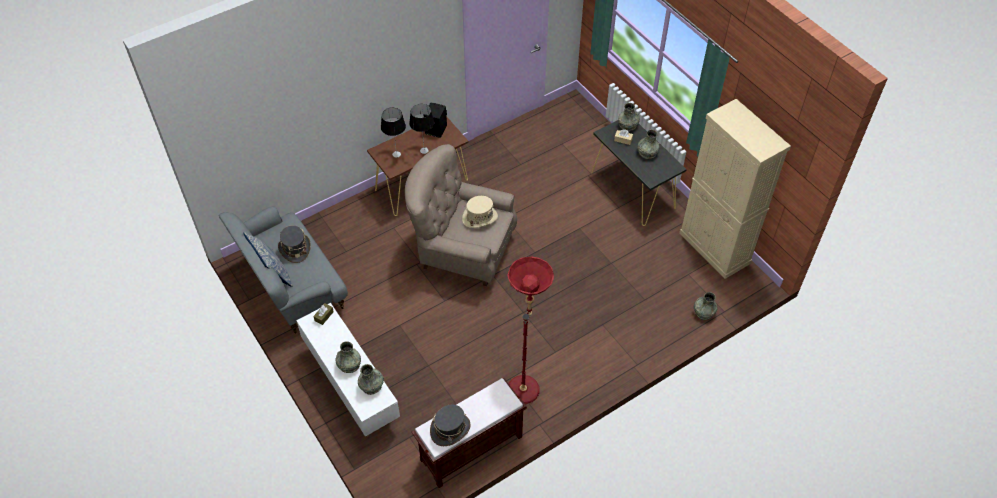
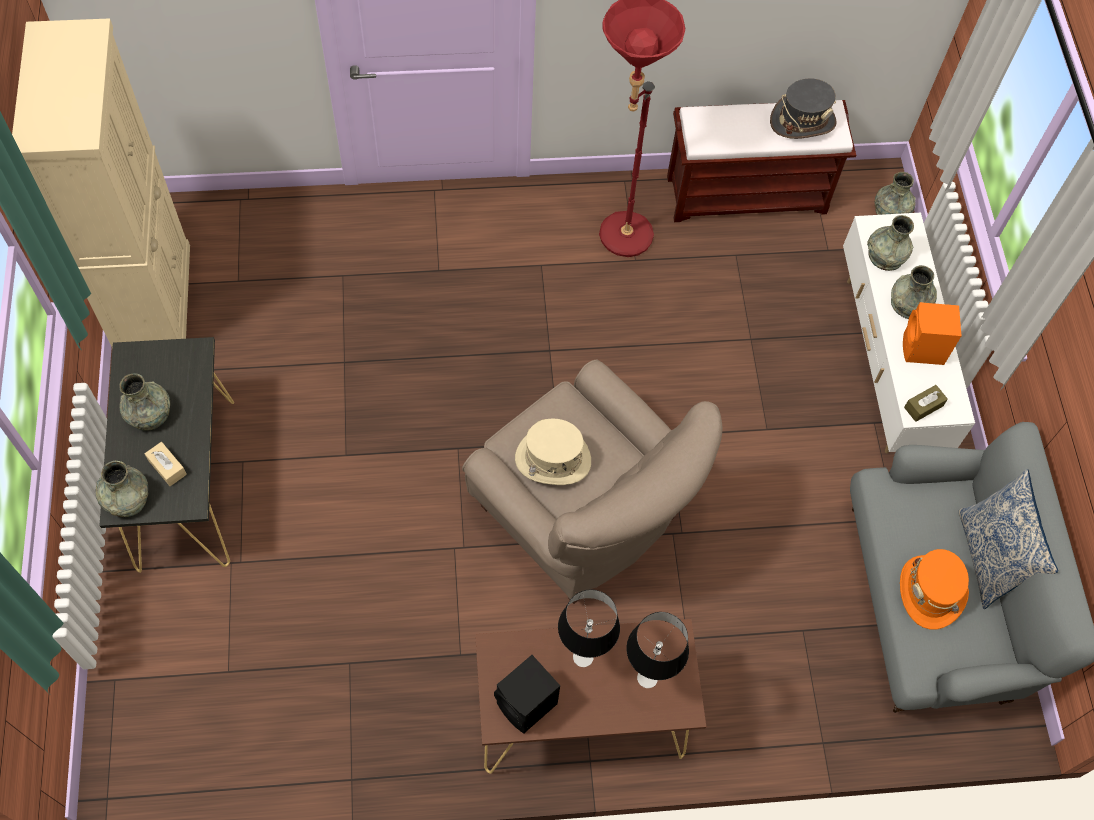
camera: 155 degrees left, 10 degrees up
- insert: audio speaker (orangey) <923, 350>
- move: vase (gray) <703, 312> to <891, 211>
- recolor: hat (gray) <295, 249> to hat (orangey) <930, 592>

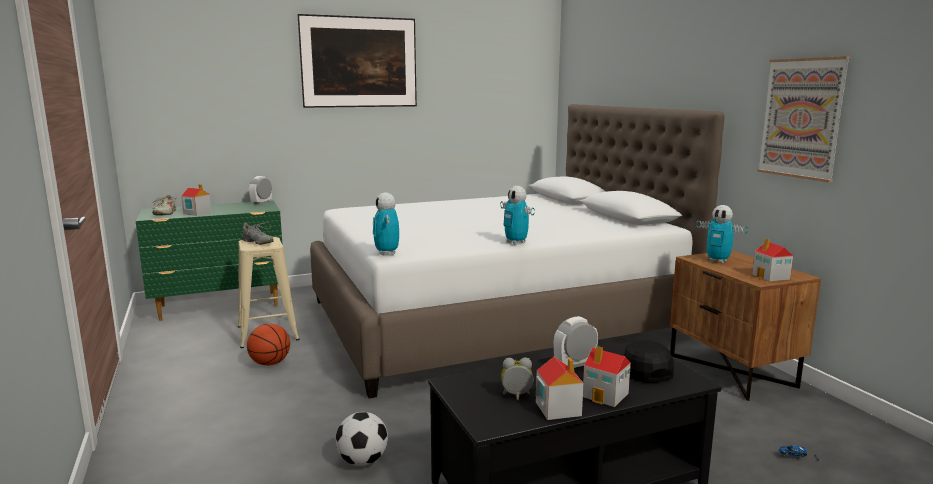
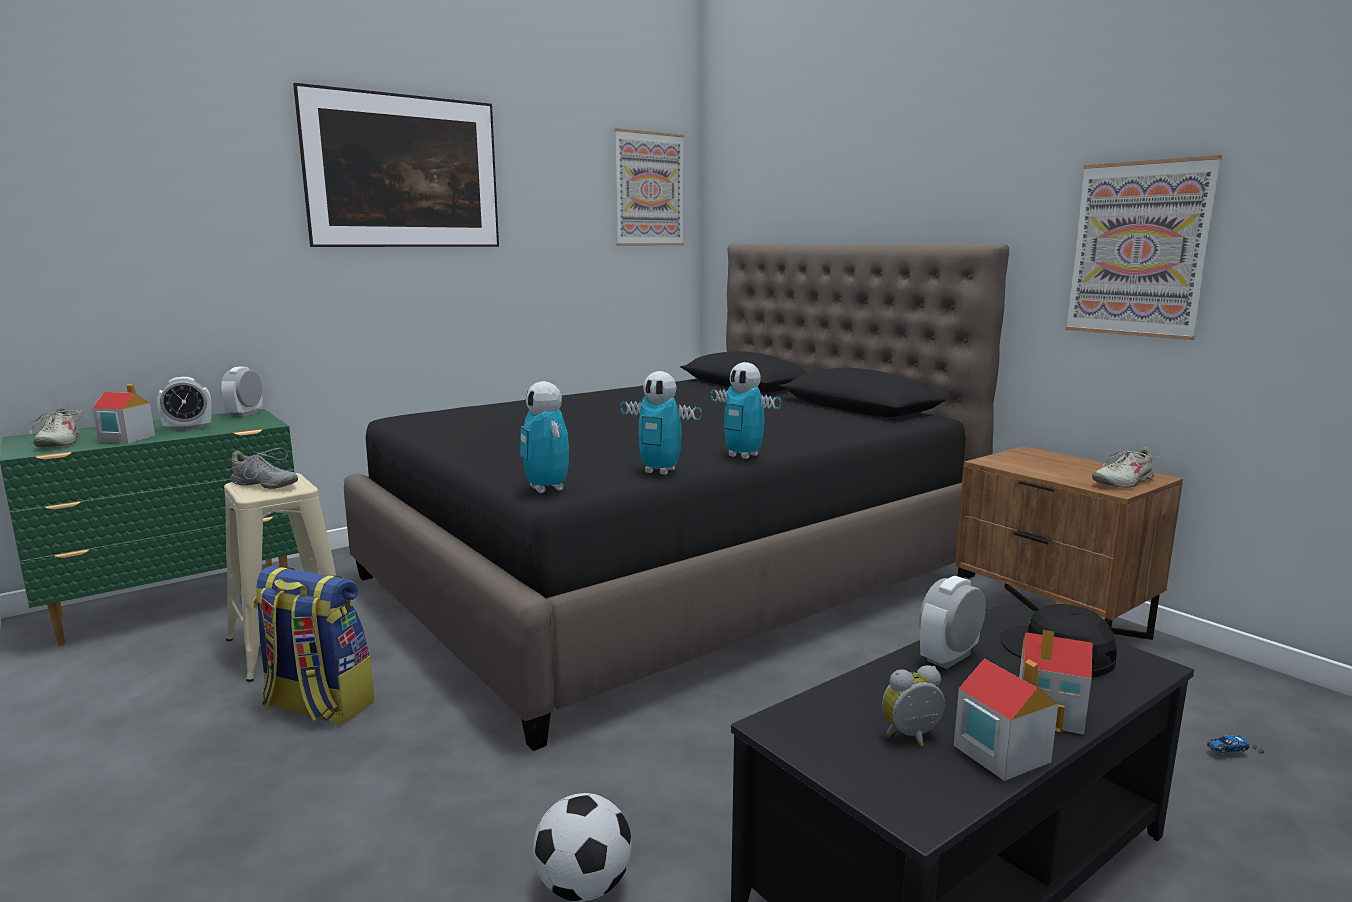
camera: 15 degrees left, 0 degrees up
- insert: bedside clock <188, 428>
- insert: wall art <649, 189>
- move: model robot <717, 261> to <660, 471>
- replace: basketball ball <270, 363> to backpack <317, 706>
- replace: miniature house <771, 277> to low shoe (beige) <1122, 482>
- recolor: bedroom bed (white) <495, 318> to bedroom bed (black) <668, 576>

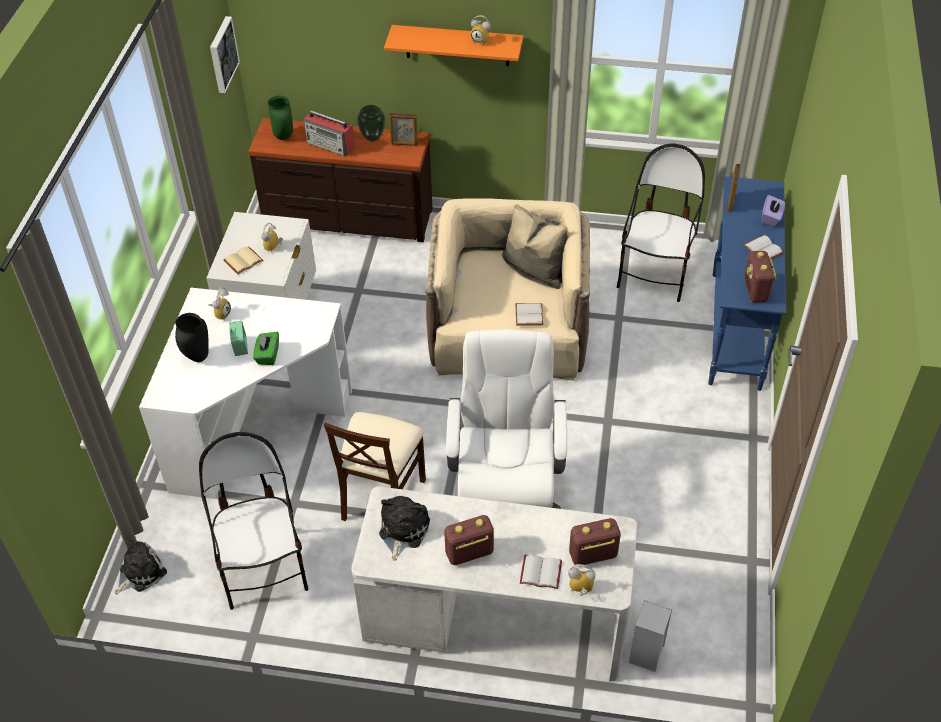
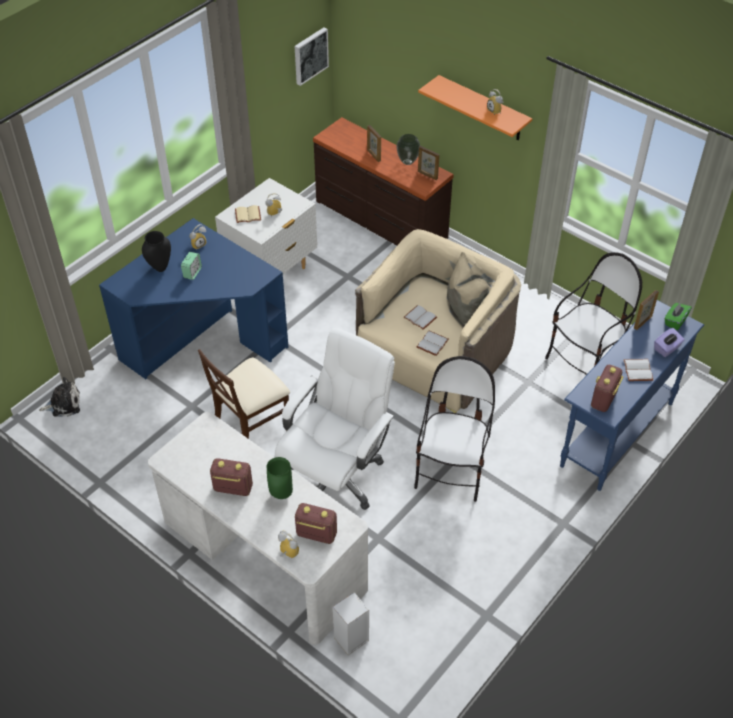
camera: 30 degrees right, 0 degrees up
- delete: plush toy <402, 530>
- move: plain chair <263, 567> to <452, 470>
- move: tissue holder (greenish) <267, 355> to <675, 321>
- move: vase (greenish) <284, 136> to <282, 495>
- move: book (white) <541, 571> to <421, 317>
- replace: radio <331, 145> to standing frame <373, 155>
- recolor: desk unit (white) <254, 430> to desk unit (blue-coloured) <203, 344>

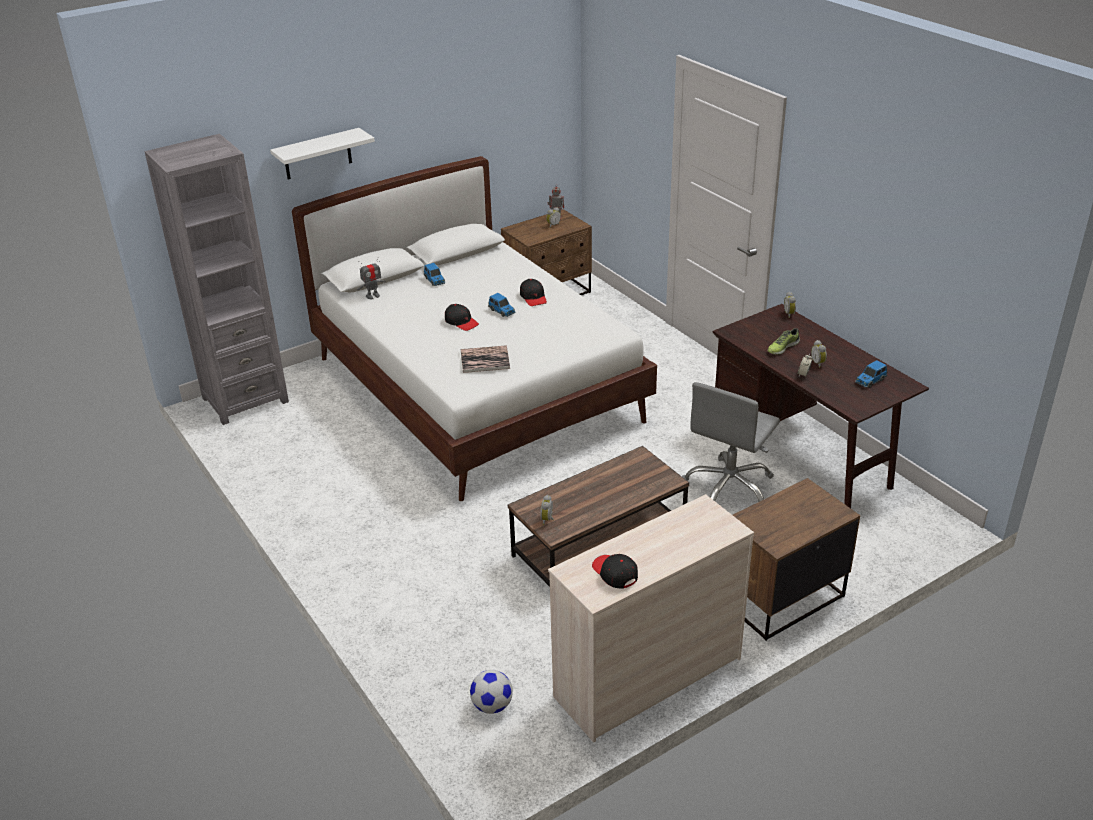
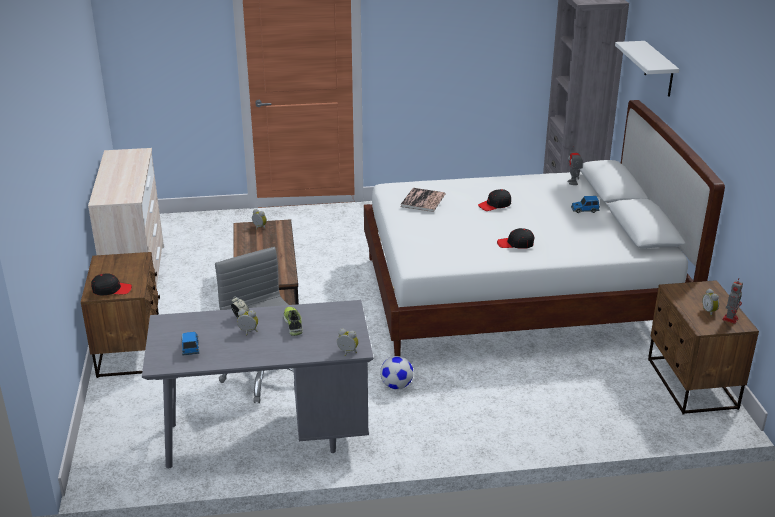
camera: 115 degrees right, 5 degrees down
- delete: miniature car <502, 311>
- move: football <492, 706> to <396, 386>
- move: cap (black) <614, 573> to <111, 290>
- recolor: desk unit (brown) <804, 454> to desk unit (gray) <265, 437>

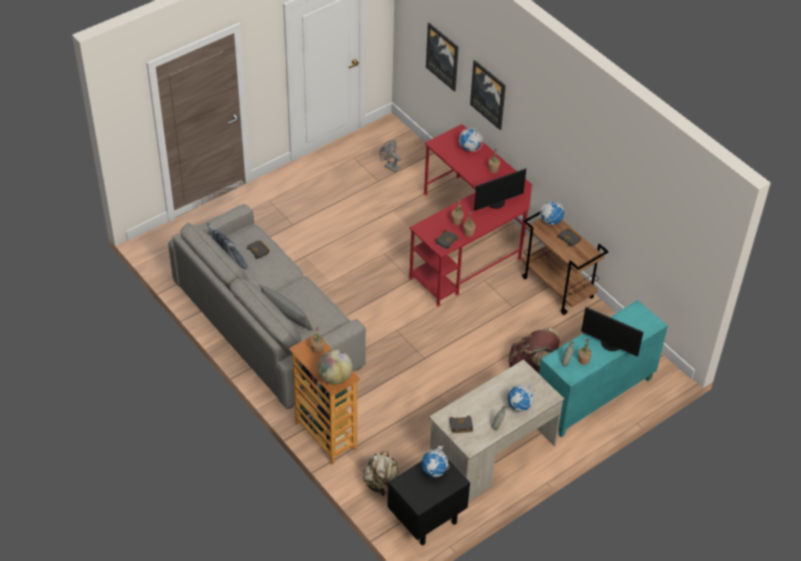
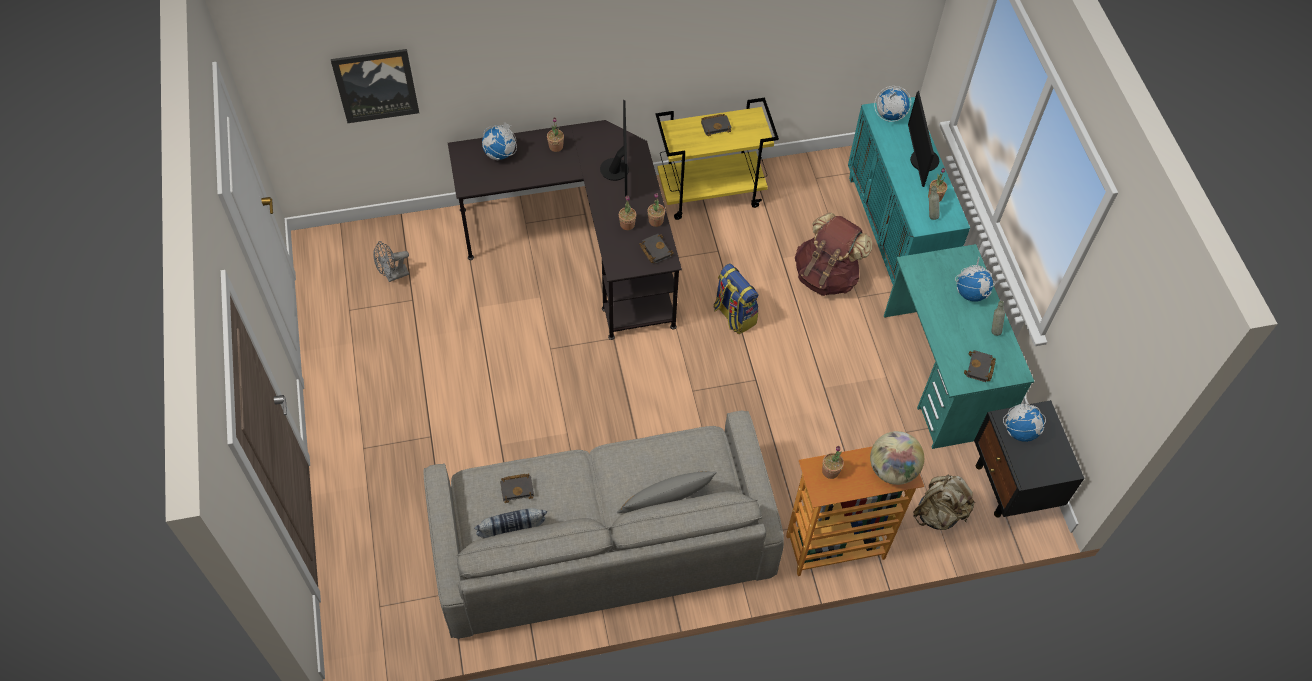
camera: 65 degrees left, 10 degrees up
- delete: wall art <488, 94>
- insert: backpack <733, 315>
- move: globe <550, 221> to <889, 115>
- recolor: desk unit (red-coloured) <469, 240> to desk unit (black) <582, 246>
- recolor: desk unit (beige) <492, 456> to desk unit (turquoise) <941, 374>
- recolor: cart (brown) <558, 288> to cart (yellow-coloured) <711, 192>
- rotate: computer display <610, 344> = <921, 160> 120 degrees clockwise

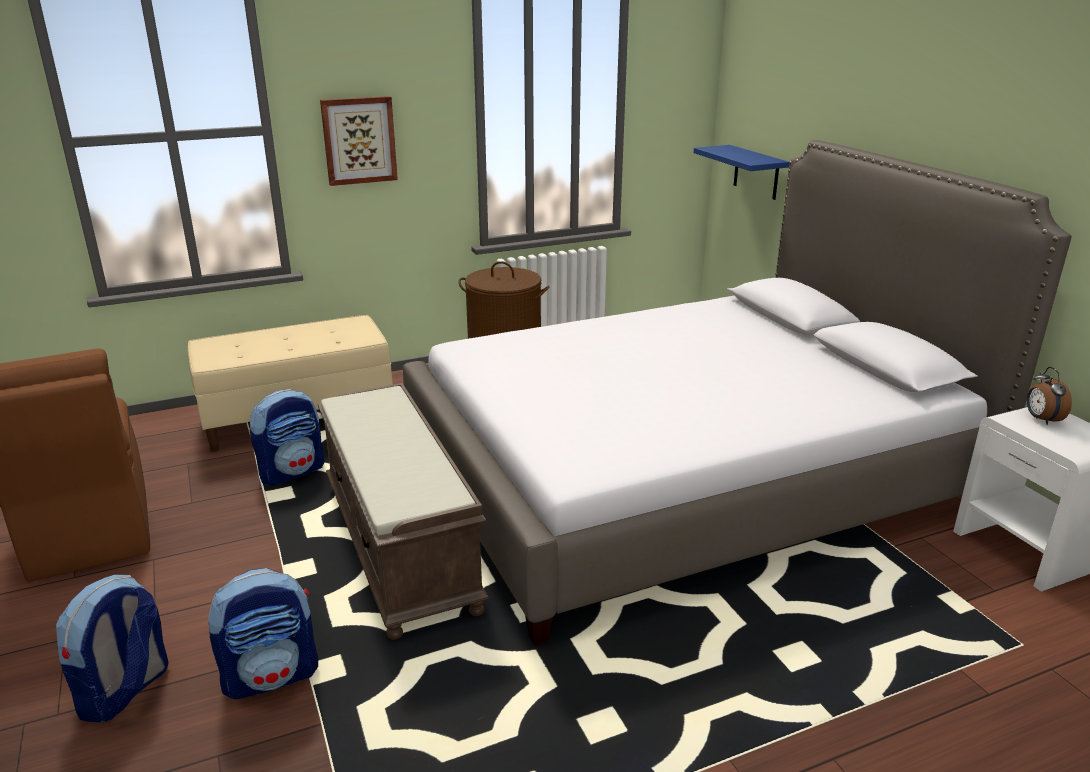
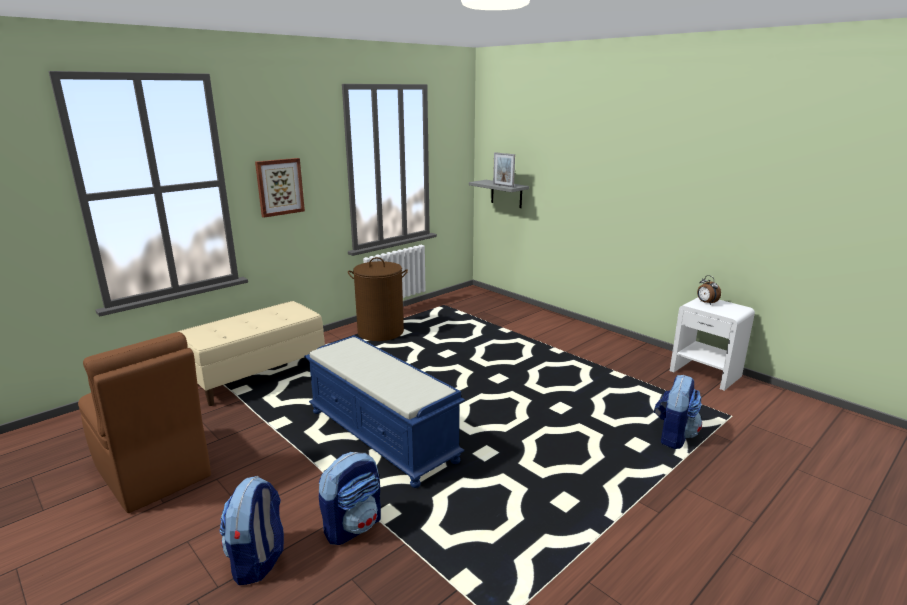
camera: 20 degrees left, 5 degrees down
- delete: bedroom bed <685, 474>
- insert: standing frame <503, 185>
- move: backpack <292, 472> to <673, 436>
- recolor: bench (brown) <402, 545> to bench (blue-coloured) <383, 435>
- recolor: bracket shelf (blue-coloured) <756, 172> to bracket shelf (gray) <506, 194>

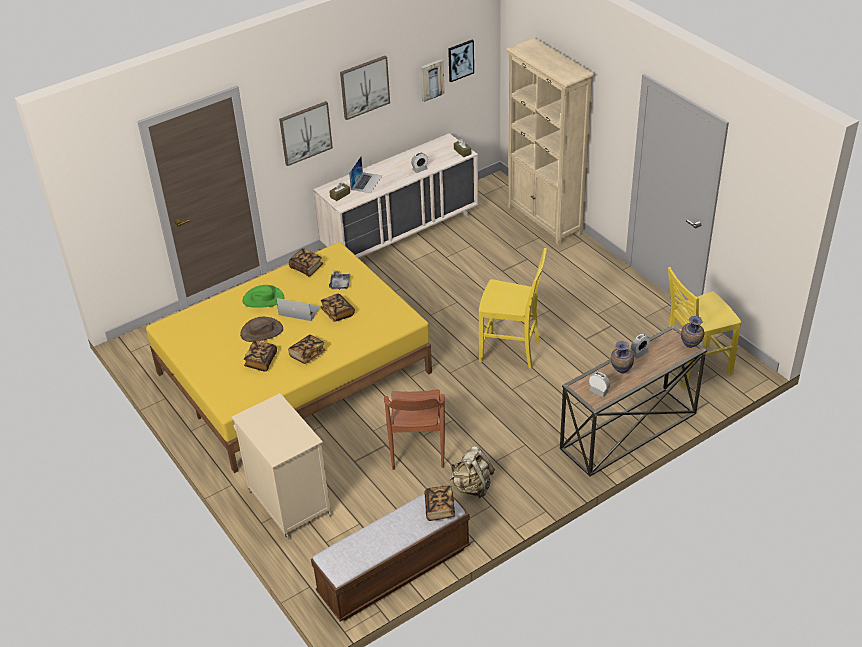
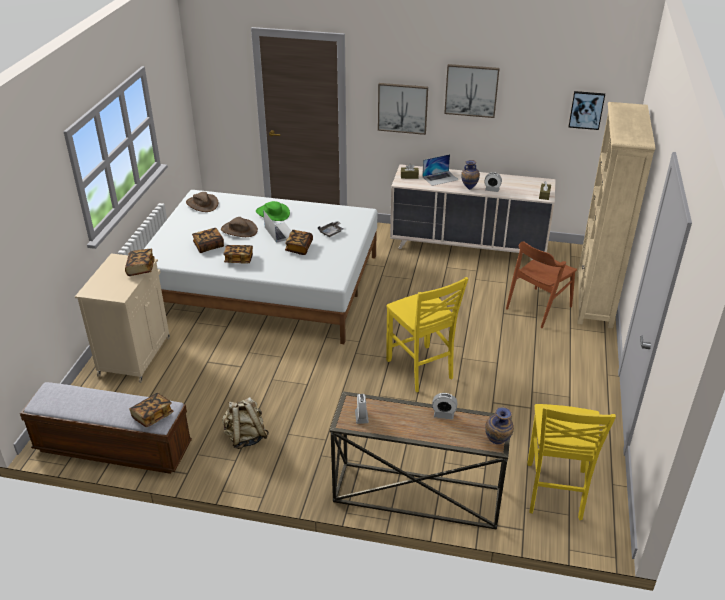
camera: 45 degrees right, 5 degrees down
- delete: wall art <431, 79>
- insert: hat (brown) <202, 204>
- move: book <306, 268> to <141, 268>
- move: plain chair (brown) <417, 447> to <538, 307>
- move: vase <620, 371> to <469, 188>
- recolor: bedroom bed (yellow-coloured) <293, 372> to bedroom bed (white) <264, 284>
- rotate: plain chair (yellow-coloured) <694, 367> = <555, 492> 105 degrees counterclockwise

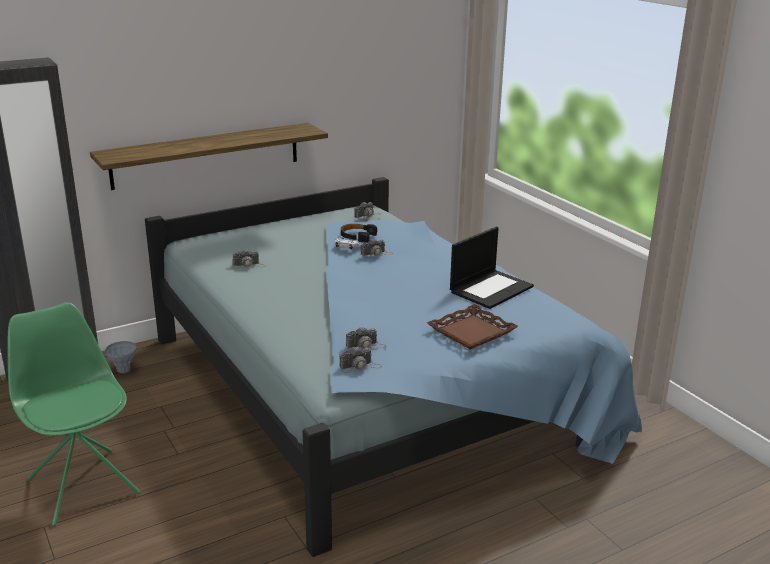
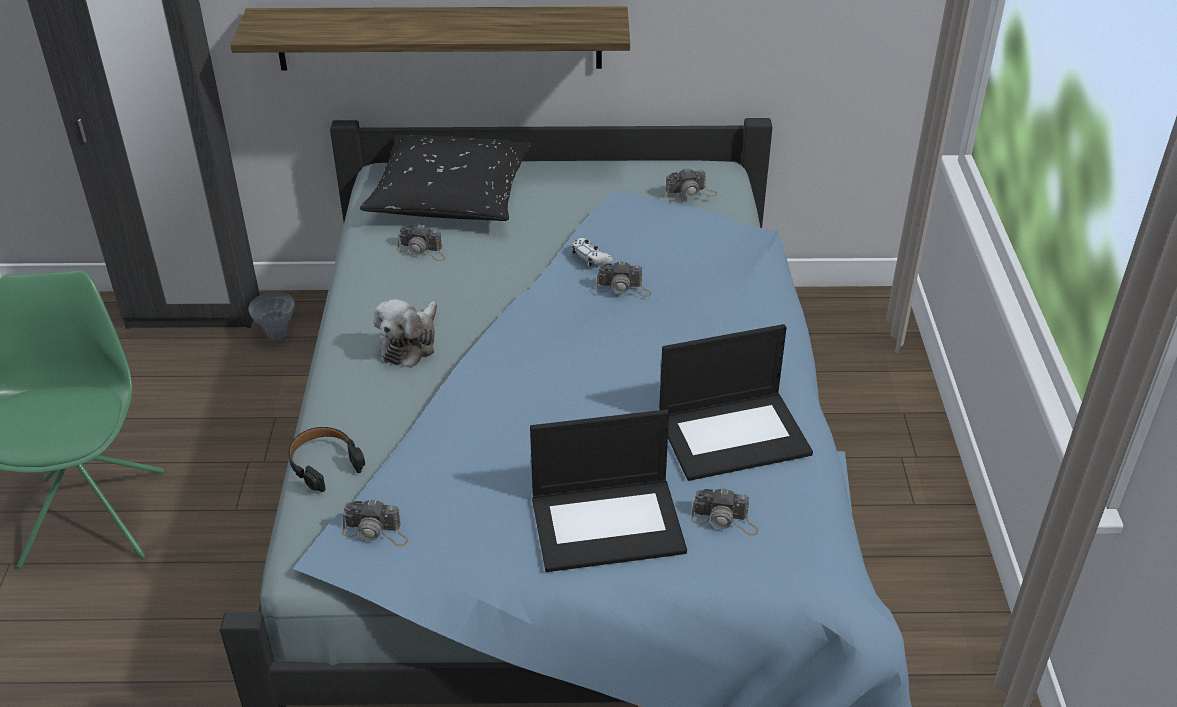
camera: 30 degrees right, 15 degrees up
- insert: pillow (black) <450, 195>
- insert: plush toy <410, 343>
- move: headphones (black) <357, 236> to <324, 463>
- move: still camera <366, 346> to <725, 520>
- replace: carrying tray (brown) <471, 332> to portable computer <609, 523>

